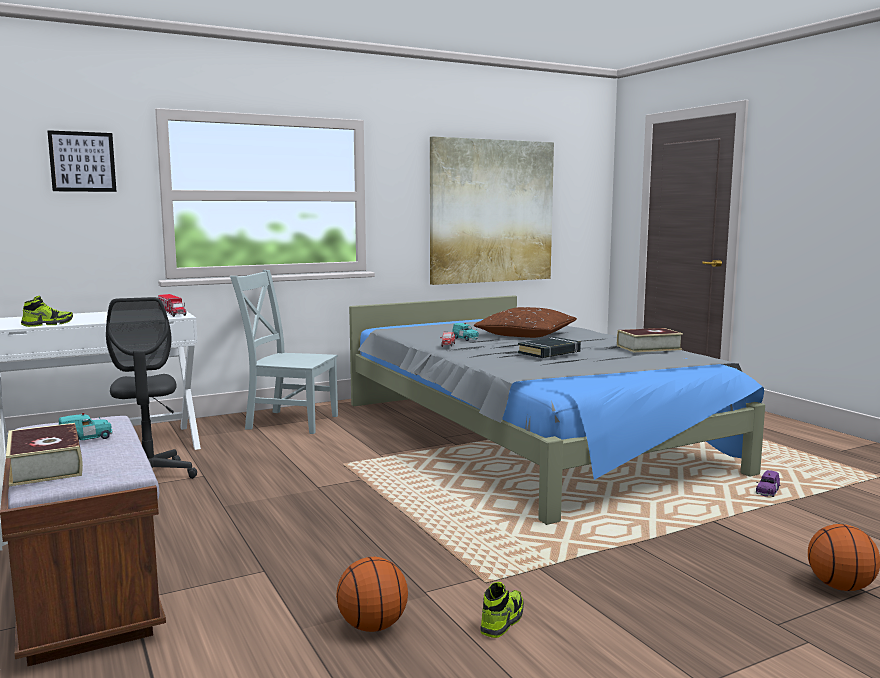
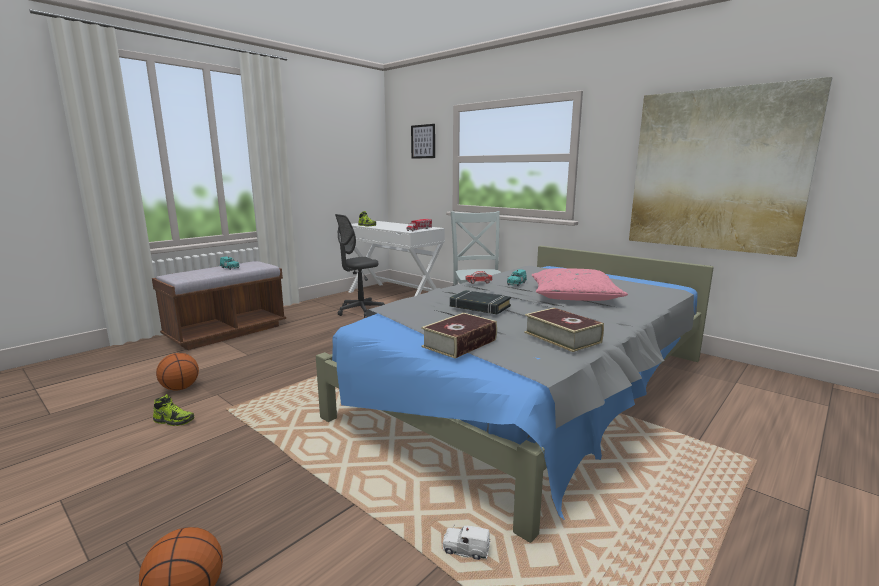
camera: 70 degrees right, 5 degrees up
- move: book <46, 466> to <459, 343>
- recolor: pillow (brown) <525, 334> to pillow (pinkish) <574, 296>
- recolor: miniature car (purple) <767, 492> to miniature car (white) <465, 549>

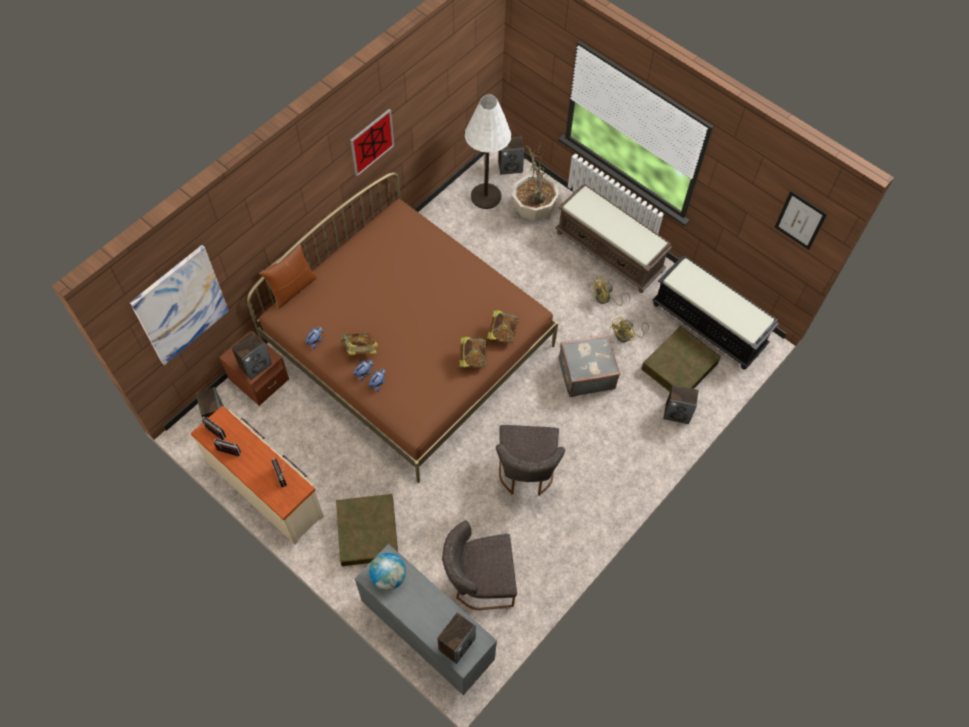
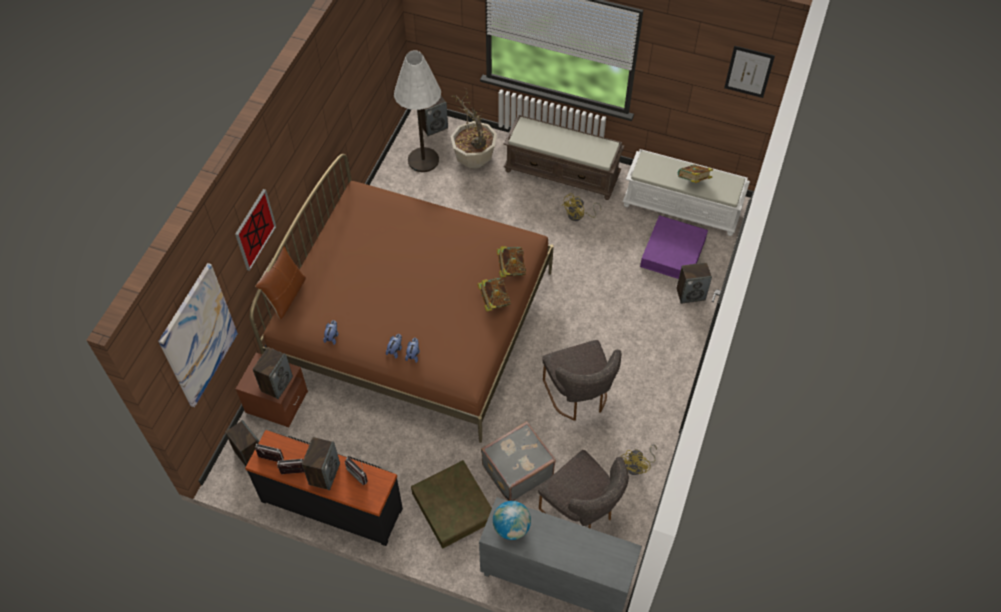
camera: 20 degrees left, 5 degrees down
- move: book <360, 350> to <693, 181>
- move: wall art <371, 142> to <255, 229>
- move: audio speaker <457, 644> to <324, 473>
- move: piece of luggage (gray) <586, 373> to <516, 470>
- move: fan (yellow-coloured) <626, 336> to <637, 466>
- recolor: drawer chest (beige) <266, 488> to drawer chest (black) <332, 503>
- recolor: storage box (brown) <679, 366> to storage box (purple) <673, 252>
- recolor: bench (black) <709, 325> to bench (white) <682, 207>
- rotate: plain chair (gray) <479, 581> = <582, 512> 105 degrees counterclockwise

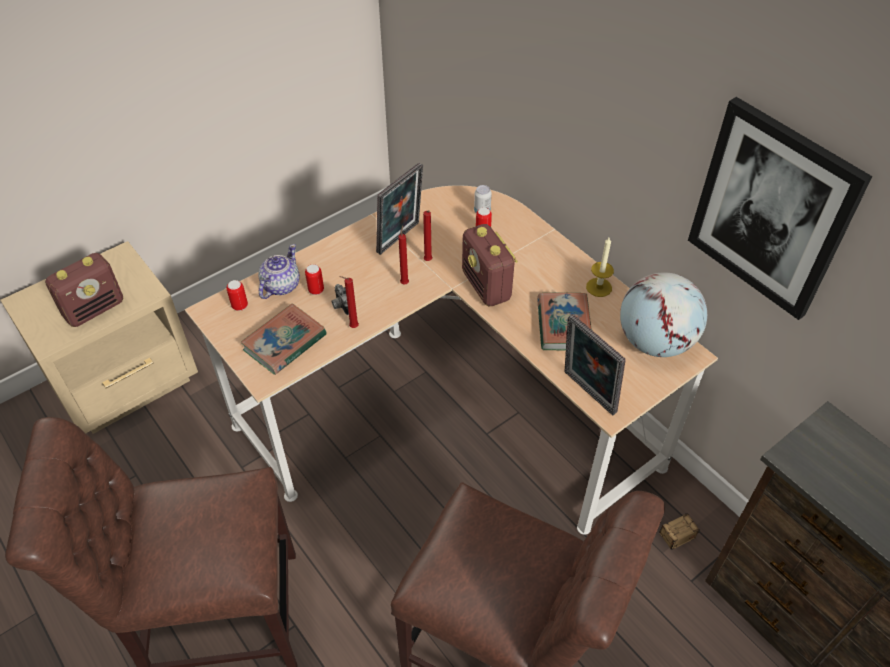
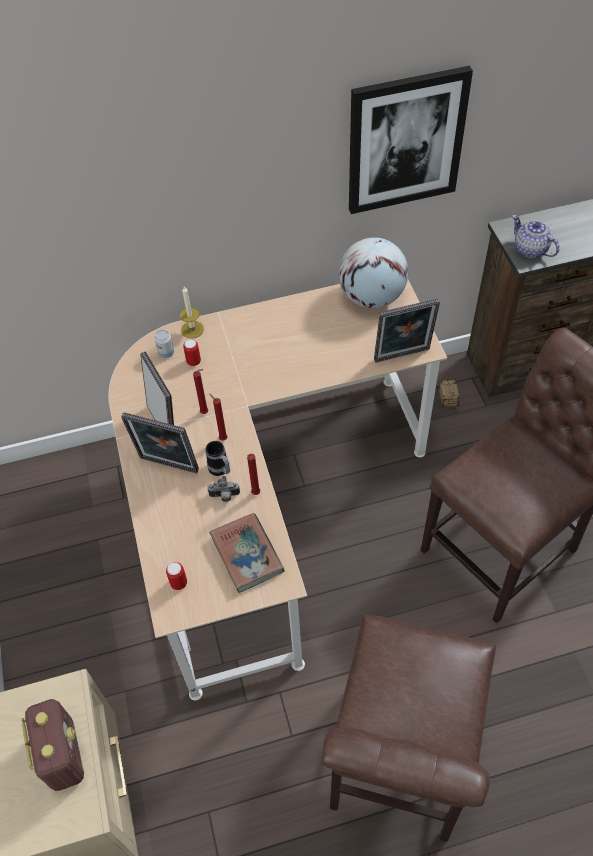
camera: 65 degrees left, 5 degrees up
- delete: metal can <316, 290>
- delete: radio <487, 287>
- delete: book <563, 325>
- insert: standing frame <167, 467>
- insert: coffee mug <221, 470>
- move: pot for tea <280, 286> to <531, 250>
- move: candle <599, 287> to <192, 329>

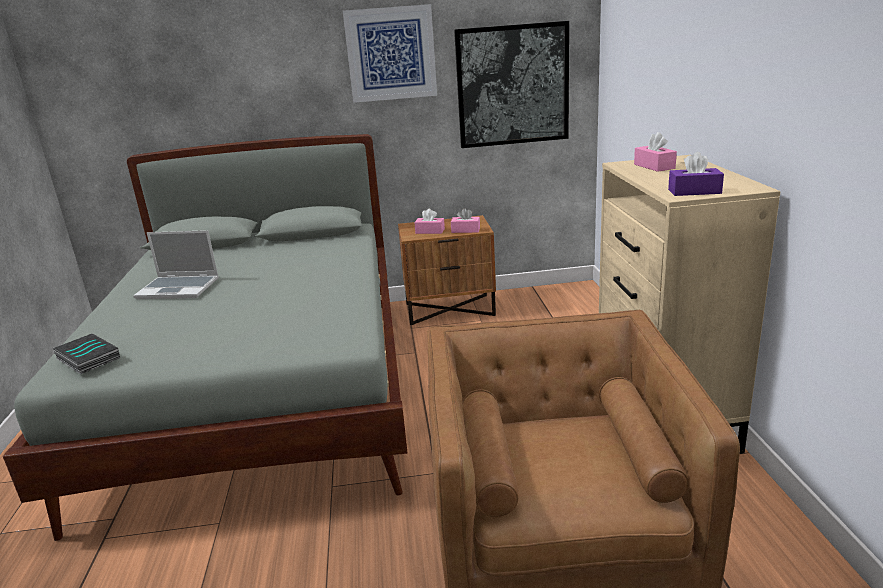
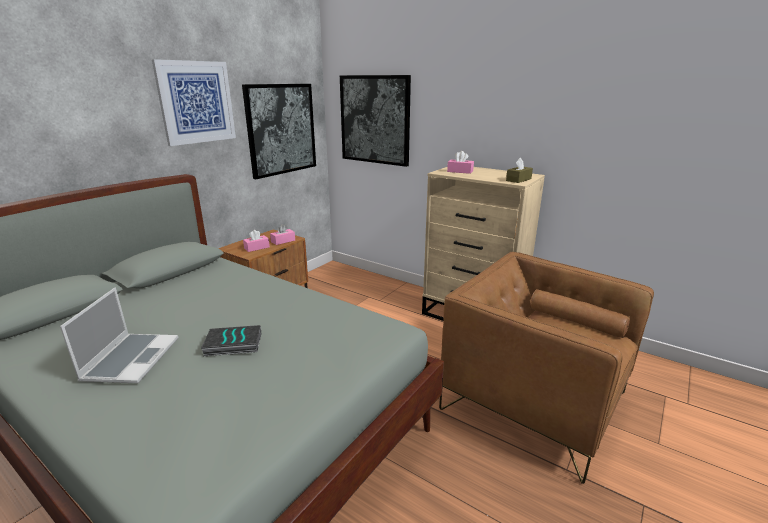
camera: 50 degrees left, 0 degrees up
- insert: wall art <375, 120>
- move: book <86, 358> to <232, 345>
- recolor: tissue holder (purple) <694, 191> to tissue holder (brown) <518, 180>
- rotate: portable computer <179, 288> = <131, 359> 45 degrees counterclockwise

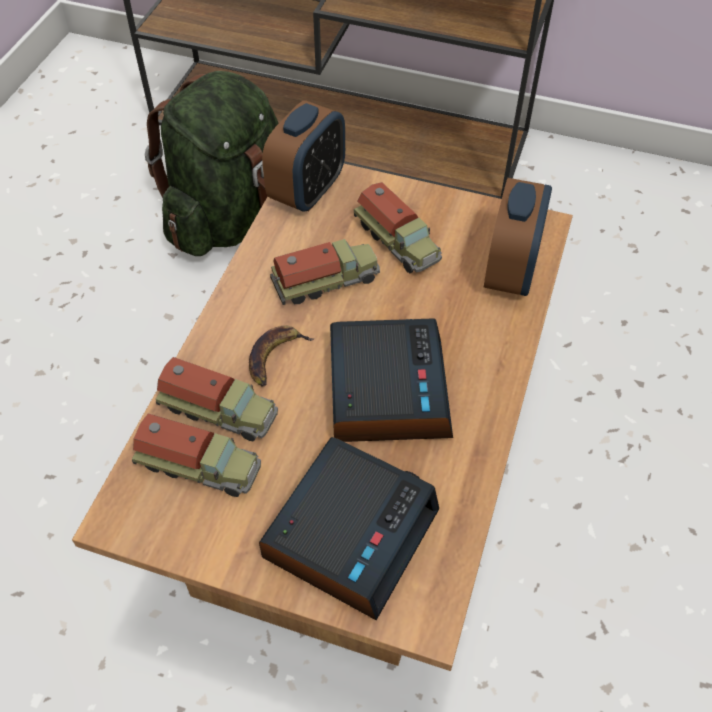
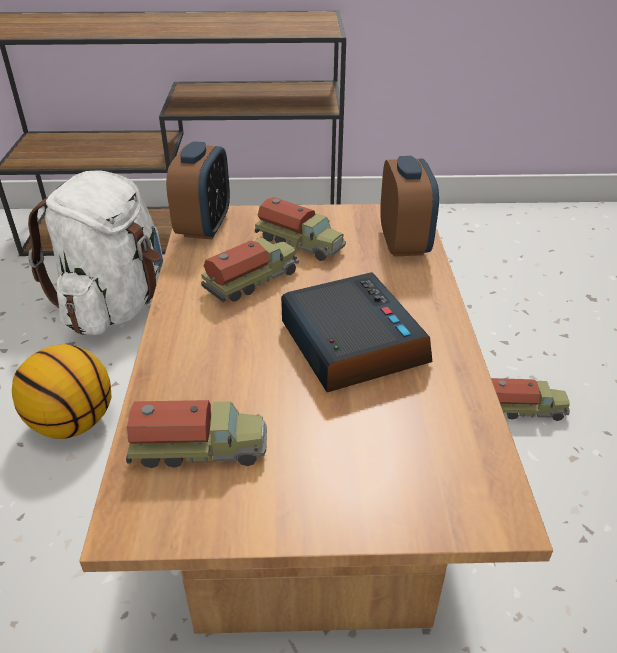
camera: 20 degrees left, 15 degrees down
- delete: banana <275, 357>
- delete: bedside clock <350, 531>
- insert: basketball ball <73, 423>
- move: model truck <219, 411> to <522, 409>
- recolor: backpack (greenish) <231, 217> to backpack (white) <116, 305>

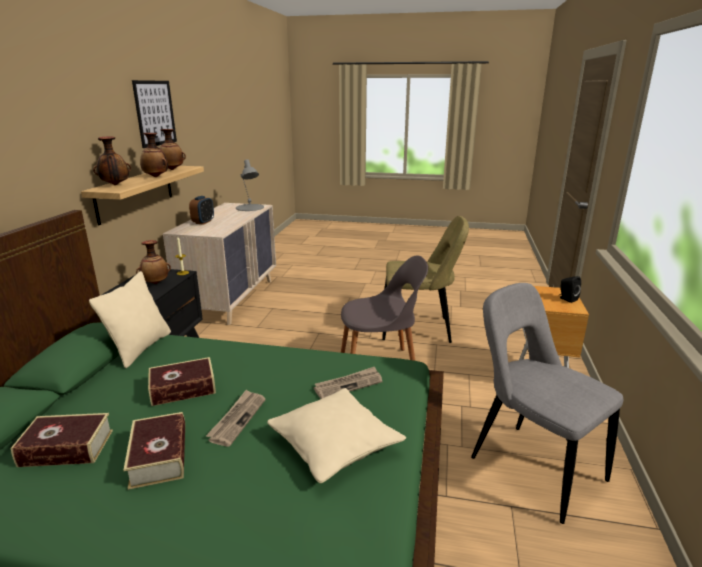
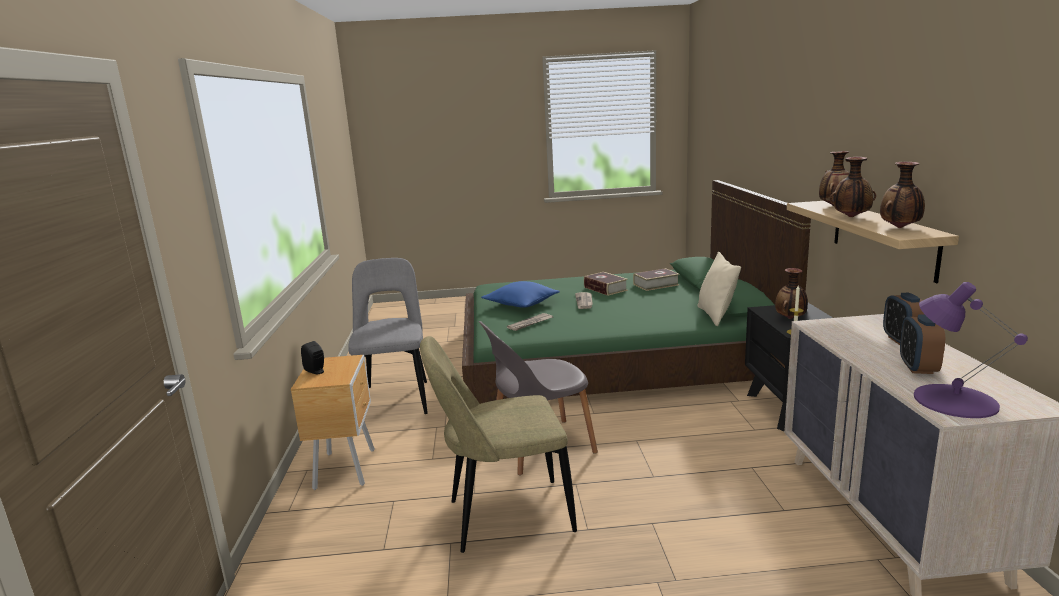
camera: 165 degrees right, 5 degrees down
- delete: wall art <155, 113>
- delete: book <183, 388>
- insert: bedside clock <918, 367>
- recolor: table lamp (gray) <249, 207> to table lamp (purple) <953, 400>
- recolor: pillow (beige) <334, 445> to pillow (blue-coloured) <521, 304>
- rotate: plain chair (gray) <531, 466> = <396, 398> 135 degrees counterclockwise

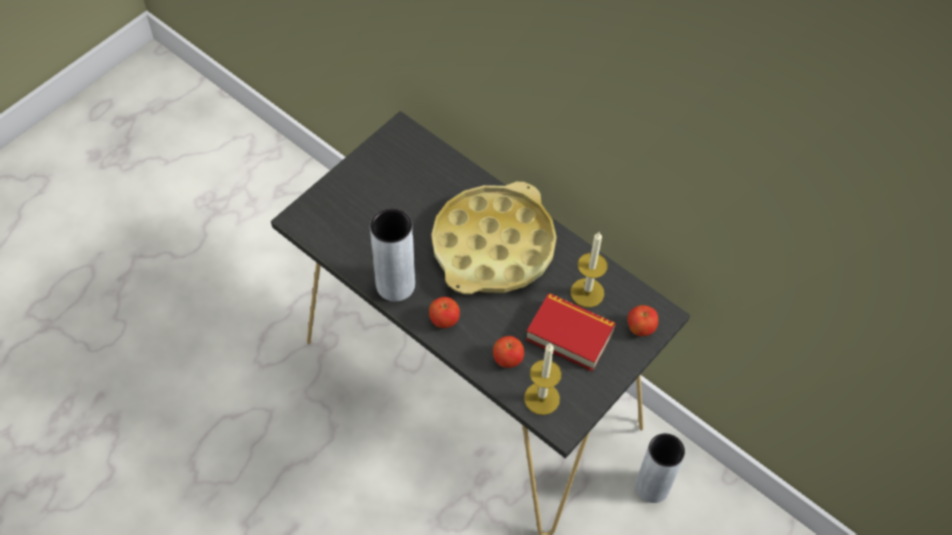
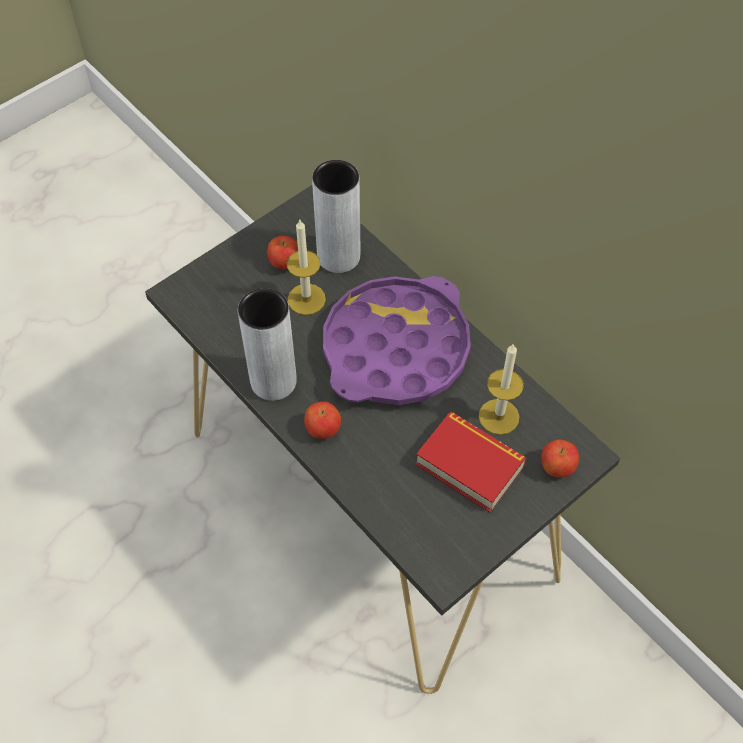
camera: 10 degrees right, 0 degrees up
- move: apple fruit <507, 359> to <285, 263>
- move: candle <541, 398> to <306, 299>
- move: vase (gray) <652, 487> to <338, 256>
- recolor: carrying tray (yellow-coloured) <493, 246> to carrying tray (purple) <395, 348>

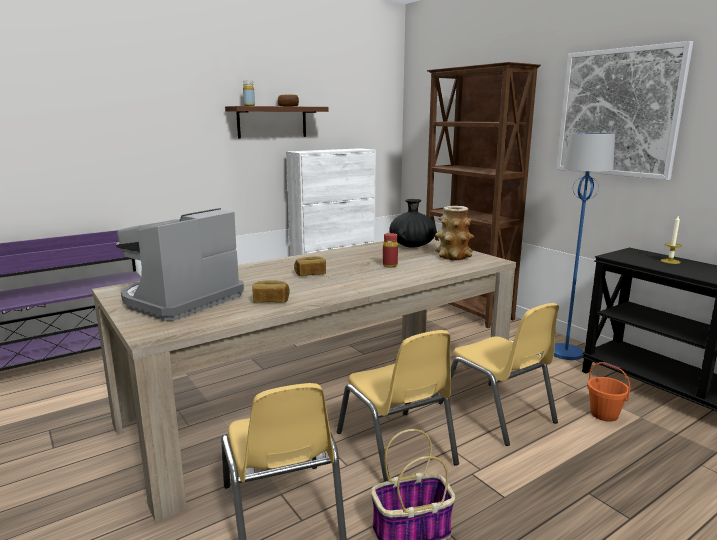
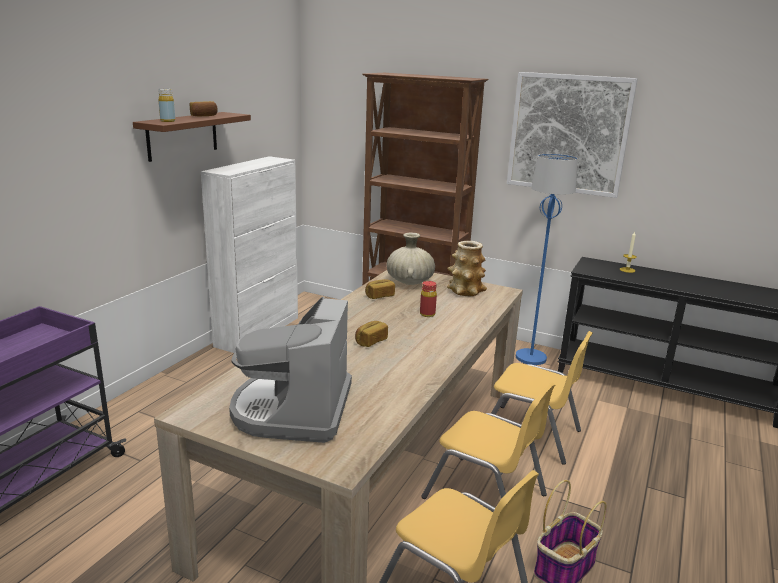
camera: 30 degrees left, 5 degrees up
- delete: pail (orangey) <603, 414>
- move: baked bread <271, 300> to <379, 296>
- recolor: vase (black) <411, 246> to vase (beige) <409, 282>

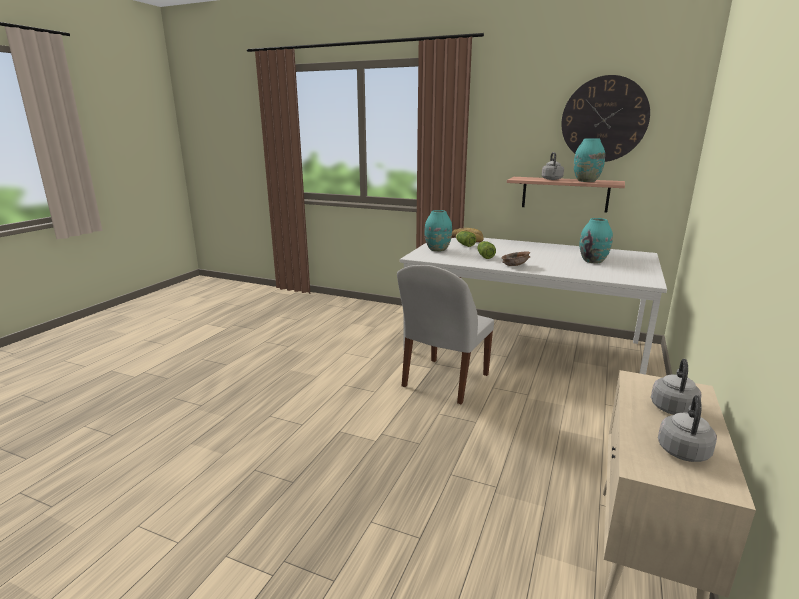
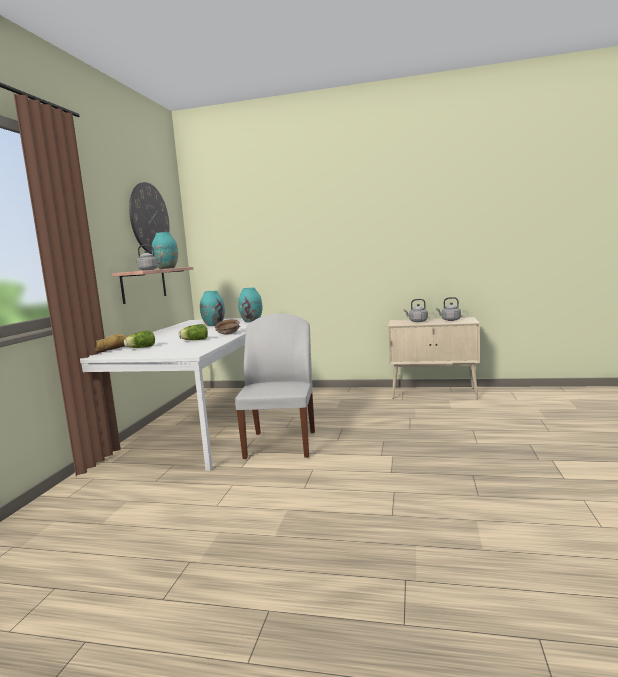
camera: 100 degrees left, 10 degrees down
- move: vase (turquoise) <438, 249> to <252, 321>
- rotate: plain chair (white) <444, 381> = <281, 443> 105 degrees counterclockwise

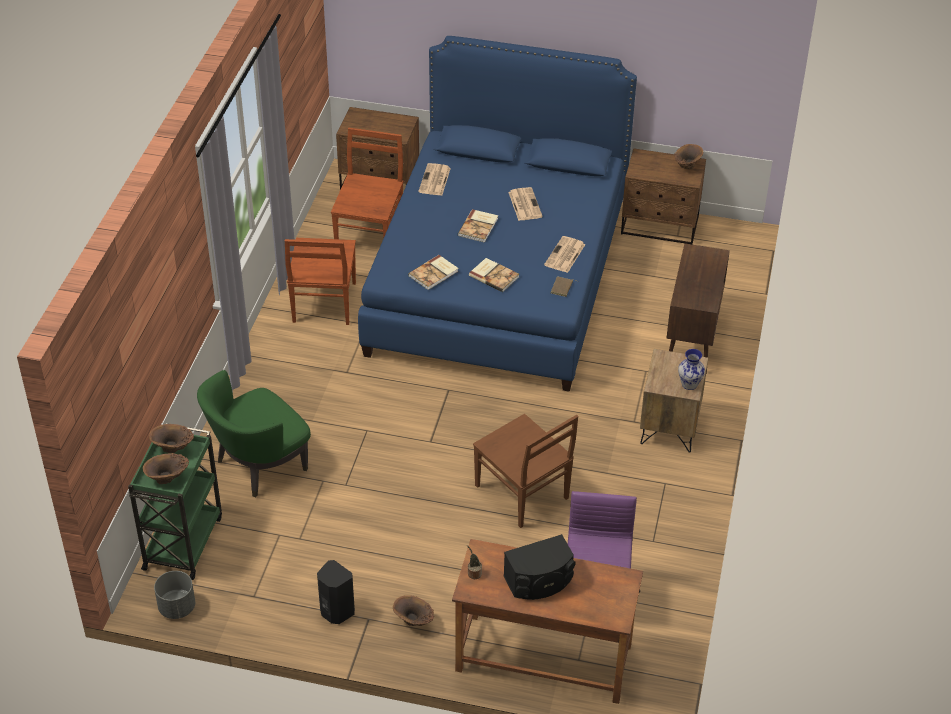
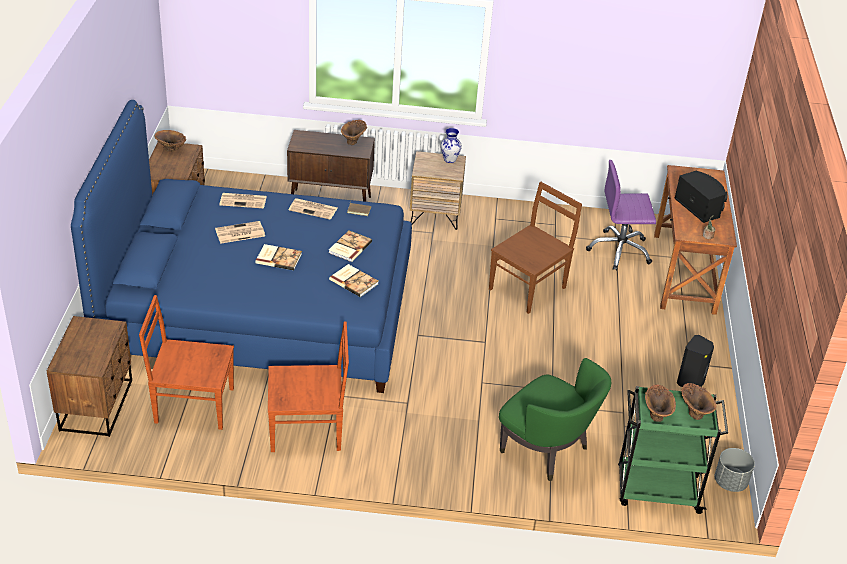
camera: 100 degrees left, 5 degrees down
- move: vase (brown) <413, 623> to <354, 141>
- move: daily paper <434, 180> to <244, 201>

